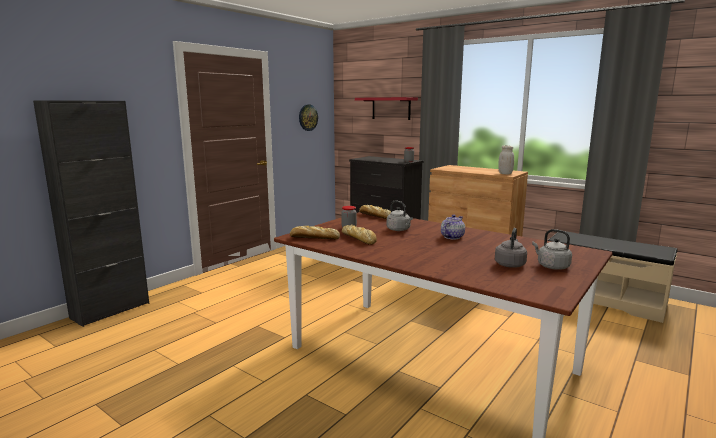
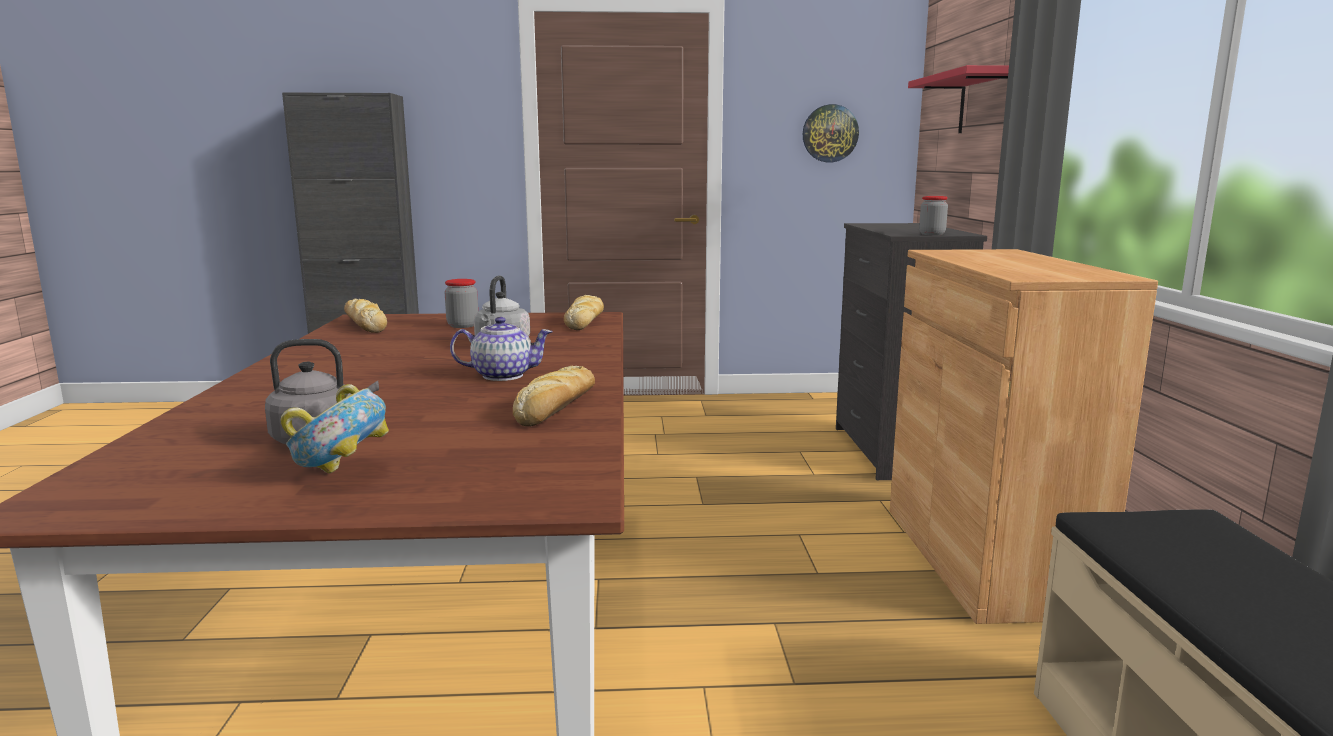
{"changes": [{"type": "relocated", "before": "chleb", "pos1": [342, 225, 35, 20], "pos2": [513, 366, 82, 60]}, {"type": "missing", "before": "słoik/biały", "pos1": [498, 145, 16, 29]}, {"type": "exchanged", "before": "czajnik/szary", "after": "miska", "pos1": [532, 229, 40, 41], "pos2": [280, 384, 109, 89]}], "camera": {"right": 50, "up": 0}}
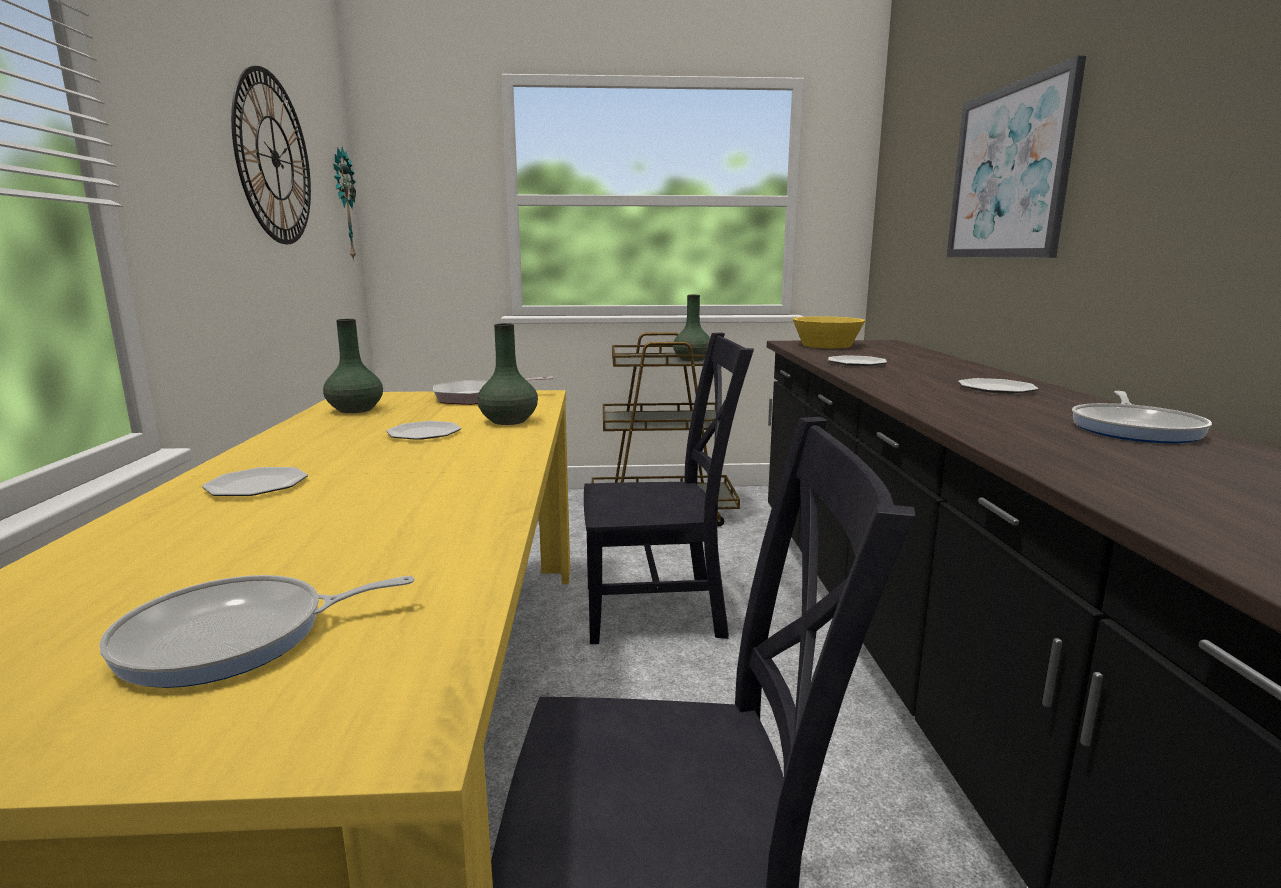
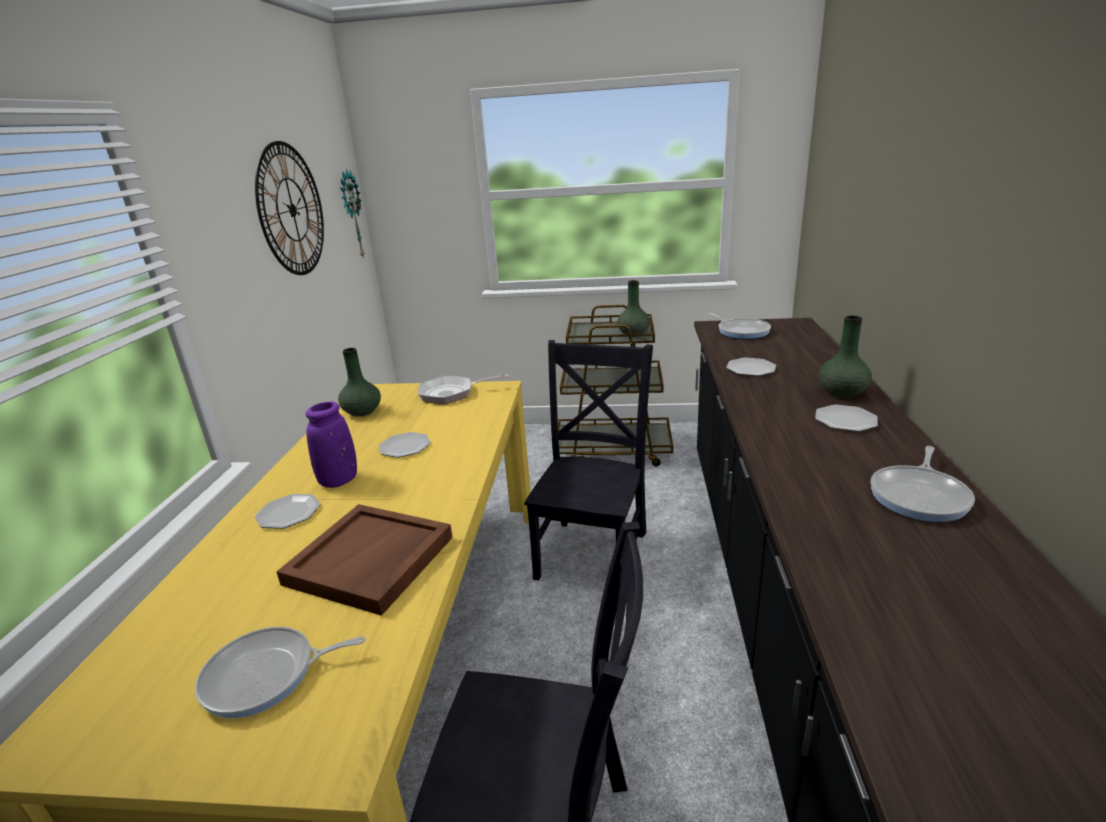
{"changes": [{"type": "relocated", "before": "wazon/zielony", "pos1": [477, 323, 61, 102], "pos2": [818, 315, 54, 83]}, {"type": "spun", "before": "krzesło/czarny", "pos1": [584, 332, 170, 312], "pos2": [524, 340, 129, 240], "turn": -75}, {"type": "exchanged", "before": "miska/żółty", "after": "patelnia", "pos1": [793, 316, 73, 33], "pos2": [707, 313, 64, 26]}, {"type": "missing", "before": "obraz", "pos1": [947, 55, 139, 203]}, {"type": "appeared", "after": "taca/brązowy", "pos2": [276, 504, 177, 112]}, {"type": "appeared", "after": "wazon/fioletowy", "pos2": [305, 402, 52, 86]}], "camera": {"right": 10, "up": 10}}
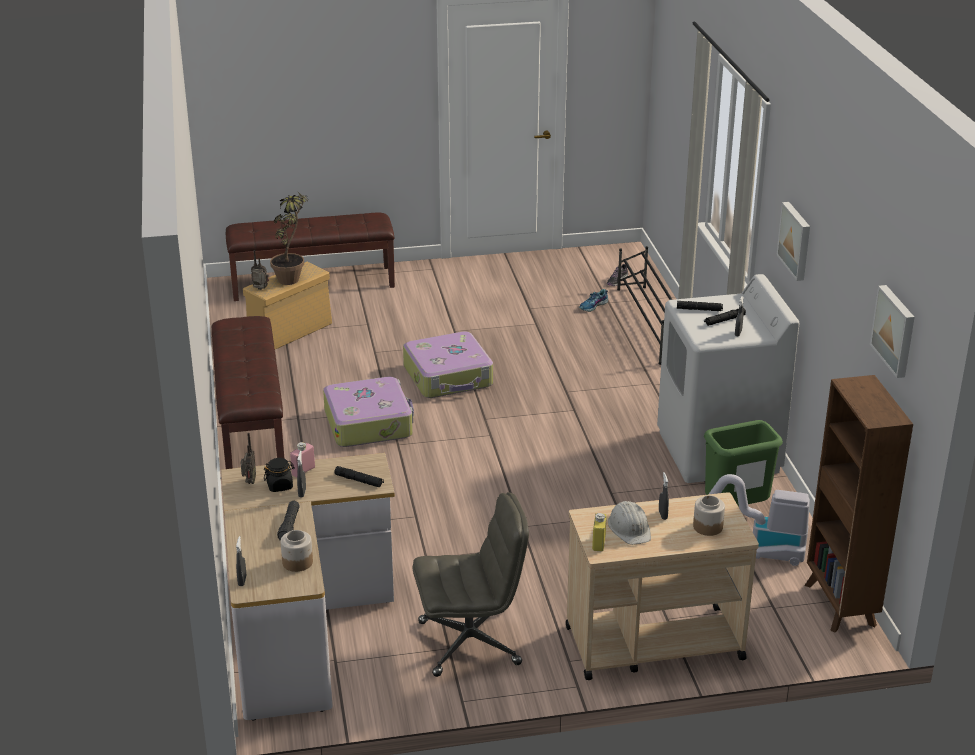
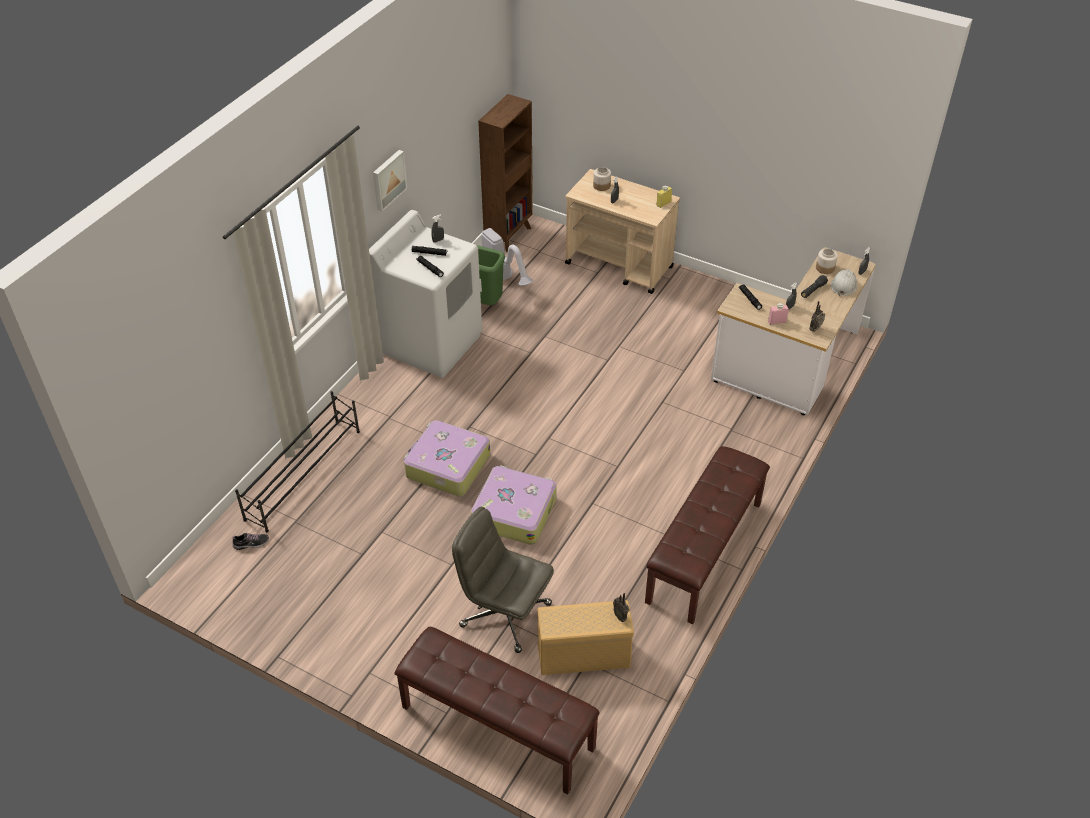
{"changes": [{"type": "missing", "before": "słoik/czarny", "pos1": [264, 458, 31, 34]}, {"type": "missing", "before": "roślina doniczkowa", "pos1": [270, 191, 38, 94]}, {"type": "relocated", "before": "walizka", "pos1": [323, 377, 91, 70], "pos2": [404, 420, 86, 76]}, {"type": "relocated", "before": "krzesło biurowe/szary", "pos1": [412, 492, 117, 185], "pos2": [452, 507, 102, 146]}, {"type": "missing", "before": "but", "pos1": [579, 289, 29, 23]}, {"type": "relocated", "before": "kask/biały", "pos1": [608, 501, 43, 44], "pos2": [831, 269, 26, 27]}, {"type": "missing", "before": "obraz", "pos1": [870, 285, 45, 93]}], "camera": {"right": -140, "up": 15}}
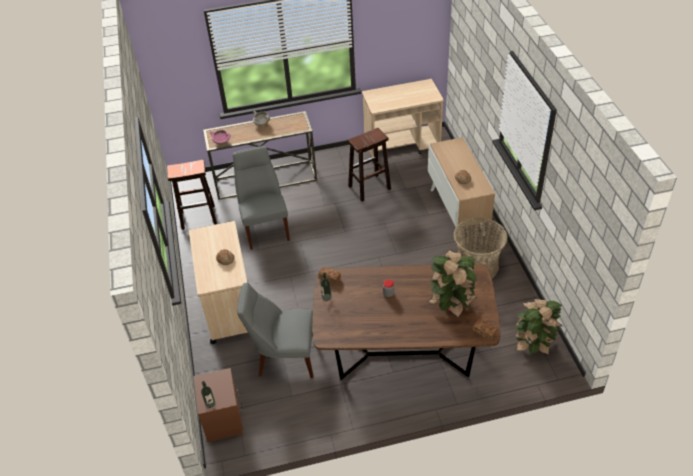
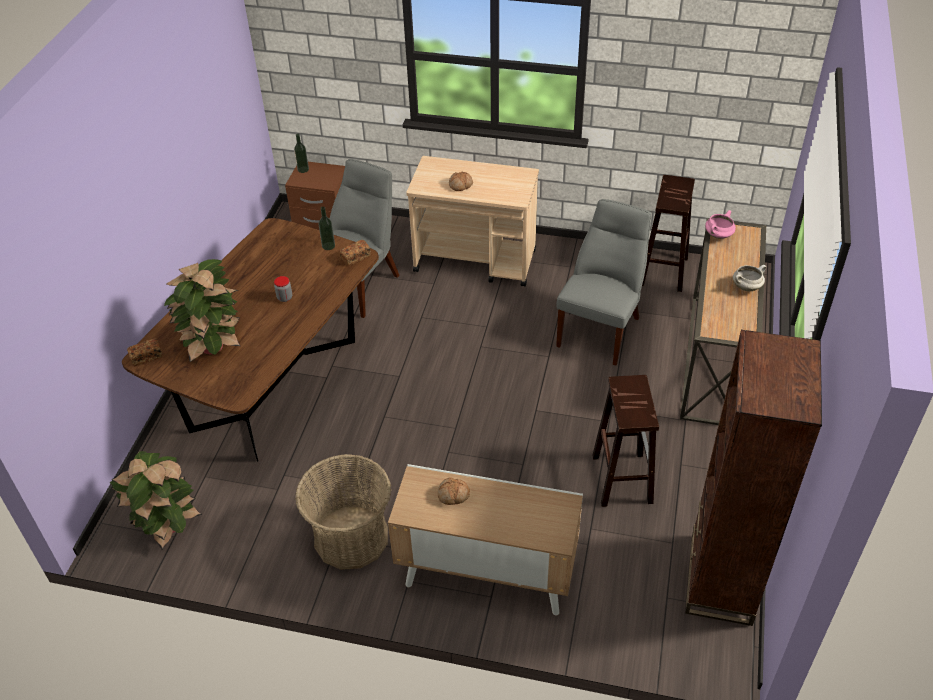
{"changes": [{"type": "spun", "before": "krzesło/szary", "pos1": [233, 146, 57, 104], "pos2": [556, 199, 95, 167], "turn": -75}, {"type": "exchanged", "before": "wózek/beżowy", "after": "regał/brązowy", "pos1": [362, 79, 82, 84], "pos2": [685, 330, 137, 296]}], "camera": {"right": 115, "up": 0}}
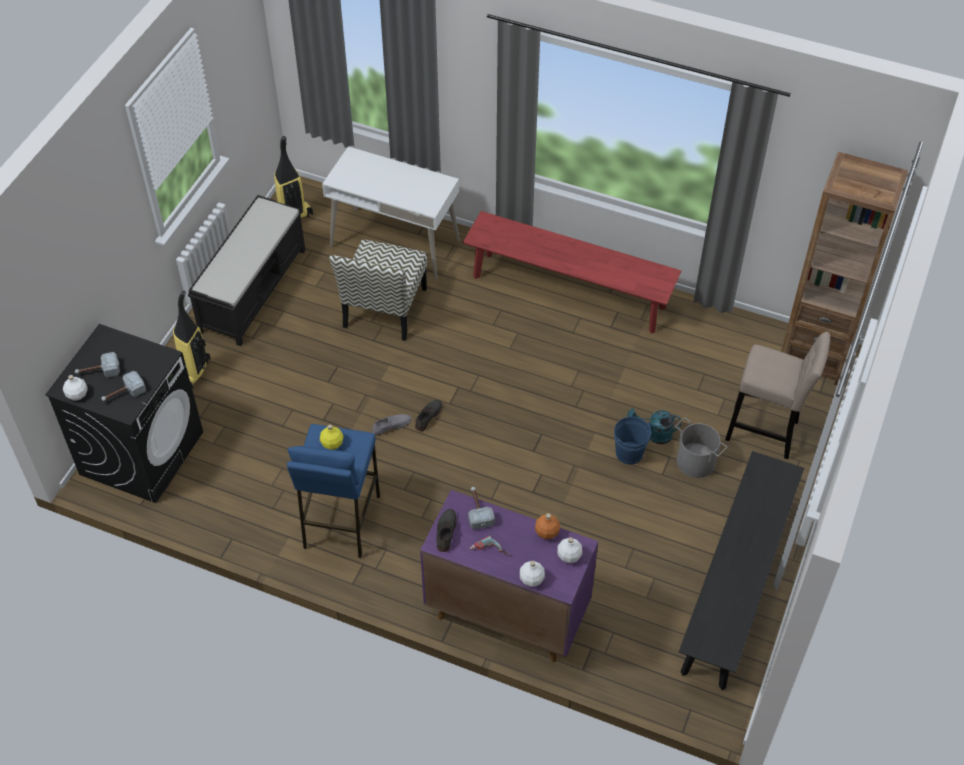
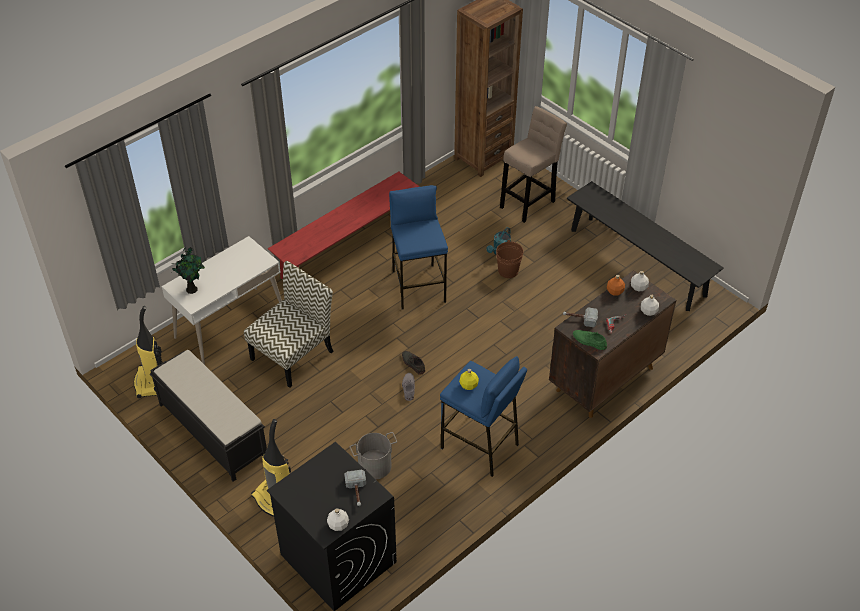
{"changes": [{"type": "missing", "before": "młotek", "pos1": [75, 352, 45, 25]}, {"type": "spun", "before": "krzesło", "pos1": [329, 239, 99, 102], "pos2": [244, 261, 90, 127], "turn": -90}, {"type": "colour", "before": "szafka/fioletowy", "after": "szafka/brązowy", "pos1": [420, 490, 178, 172], "pos2": [549, 270, 127, 148]}, {"type": "colour", "before": "but/szary", "after": "but/zielony", "pos1": [436, 509, 21, 43], "pos2": [573, 330, 34, 20]}, {"type": "colour", "before": "wiadro/niebieski", "after": "wiadro/brązowy", "pos1": [614, 417, 38, 47], "pos2": [496, 240, 28, 38]}, {"type": "relocated", "before": "wiadro/szary", "pos1": [675, 417, 52, 61], "pos2": [350, 432, 47, 48]}, {"type": "appeared", "after": "roślina doniczkowa", "pos2": [172, 247, 33, 47]}, {"type": "appeared", "after": "stołek/niebieski", "pos2": [389, 185, 59, 125]}], "camera": {"right": -65, "up": -5}}
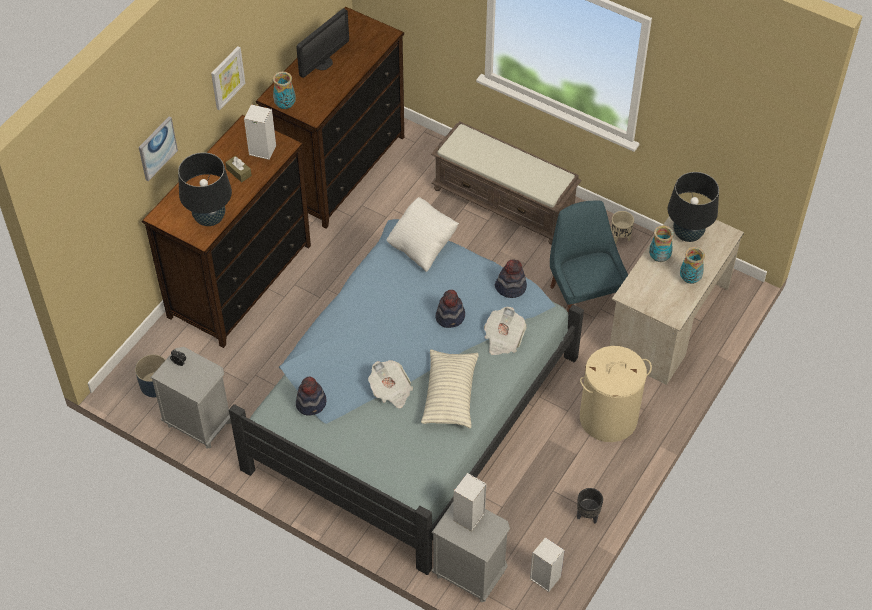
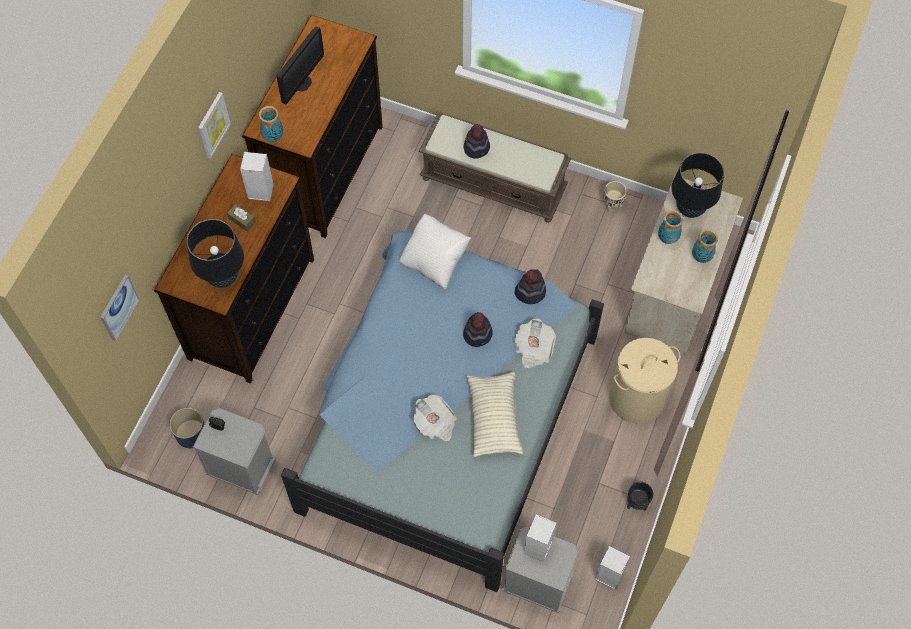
{"changes": [{"type": "relocated", "before": "obraz", "pos1": [139, 117, 39, 64], "pos2": [100, 275, 39, 66]}, {"type": "relocated", "before": "kapelusz", "pos1": [296, 377, 31, 39], "pos2": [464, 124, 26, 35]}, {"type": "missing", "before": "krzesło/niebieski", "pos1": [550, 201, 78, 113]}], "camera": {"right": -10, "up": 10}}
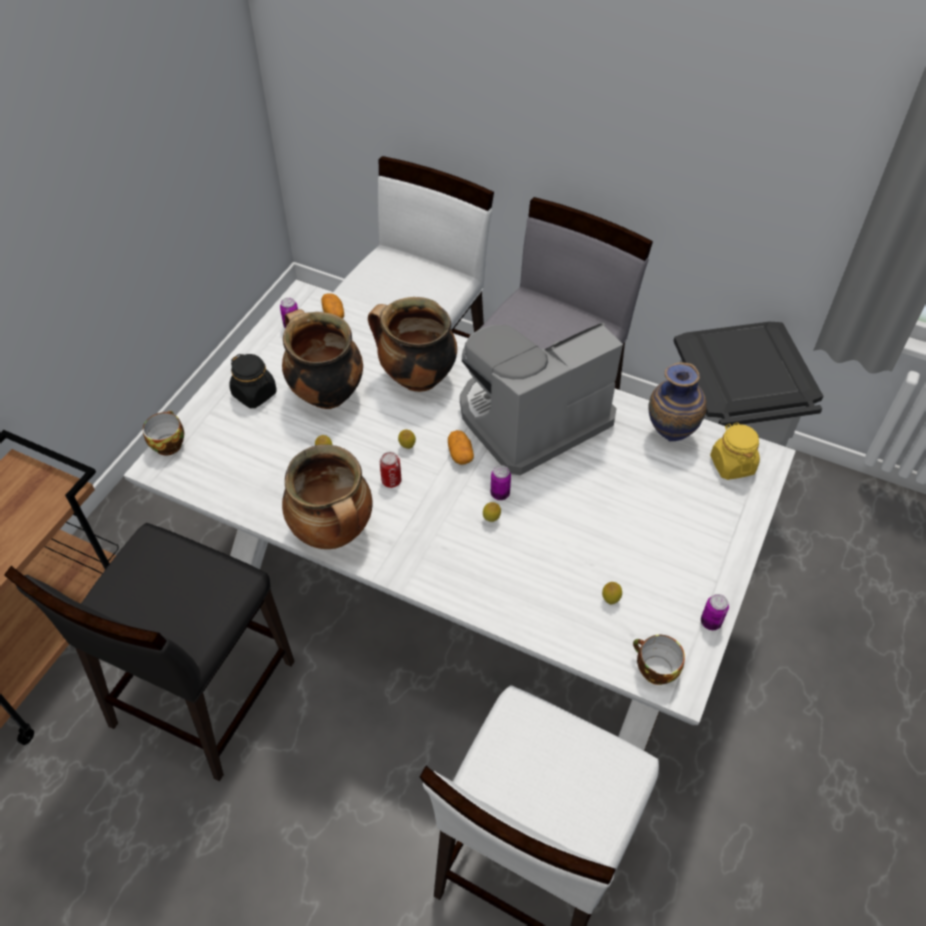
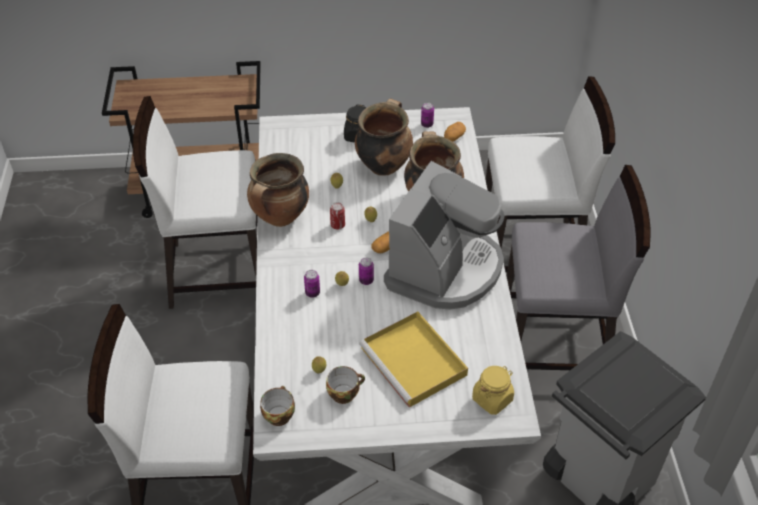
{"changes": [{"type": "colour", "before": "krzesło/czarny", "after": "krzesło/biały", "pos1": [4, 523, 291, 258], "pos2": [133, 96, 124, 213]}, {"type": "relocated", "before": "filiżanka", "pos1": [143, 411, 41, 44], "pos2": [326, 366, 39, 38]}, {"type": "spun", "before": "ekspres do kawy", "pos1": [460, 322, 163, 153], "pos2": [384, 161, 121, 149], "turn": 90}, {"type": "missing", "before": "wazon", "pos1": [648, 362, 59, 80]}, {"type": "relocated", "before": "puszka", "pos1": [701, 594, 28, 36], "pos2": [304, 270, 16, 28]}, {"type": "appeared", "after": "taca/żółty", "pos2": [359, 311, 109, 97]}], "camera": {"right": 60, "up": -5}}
